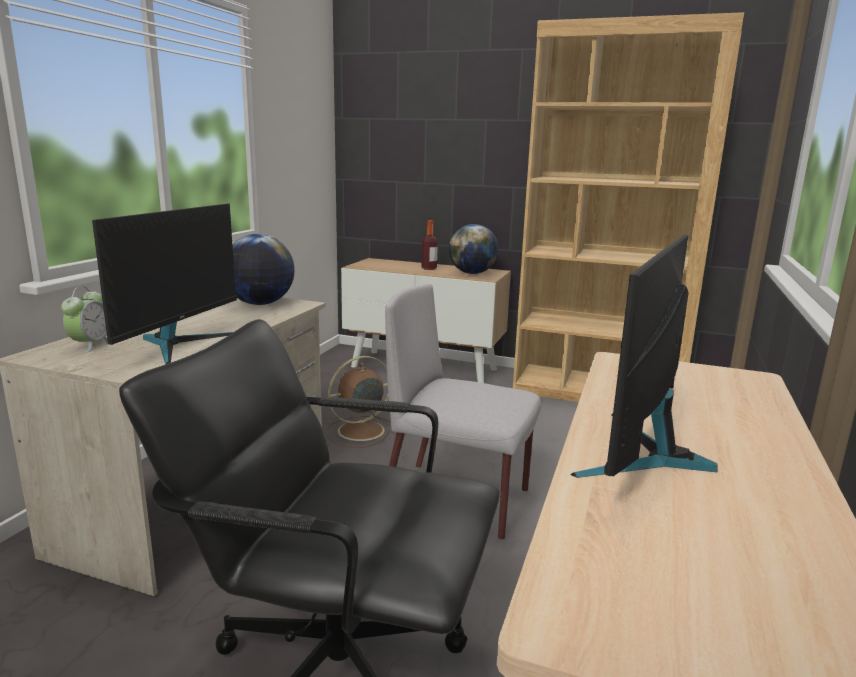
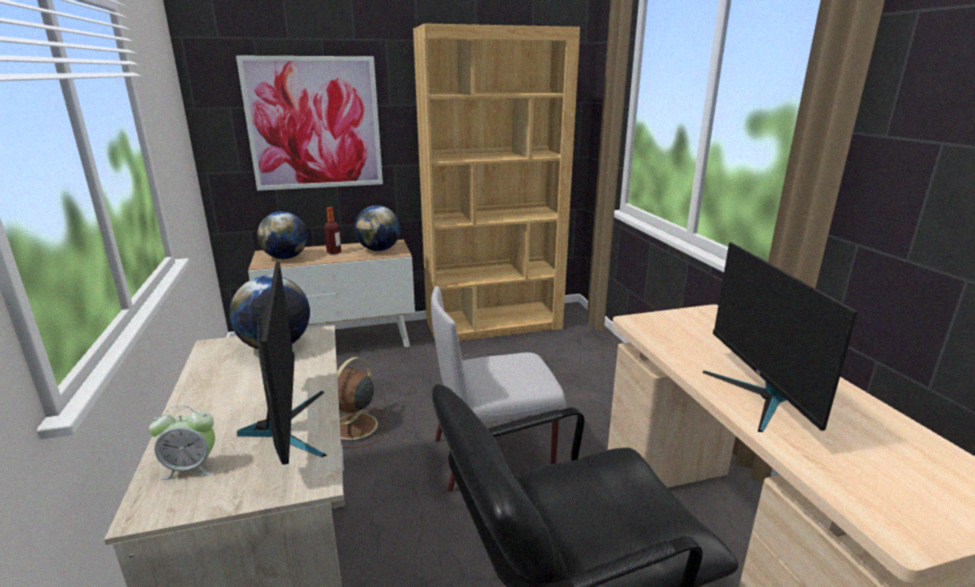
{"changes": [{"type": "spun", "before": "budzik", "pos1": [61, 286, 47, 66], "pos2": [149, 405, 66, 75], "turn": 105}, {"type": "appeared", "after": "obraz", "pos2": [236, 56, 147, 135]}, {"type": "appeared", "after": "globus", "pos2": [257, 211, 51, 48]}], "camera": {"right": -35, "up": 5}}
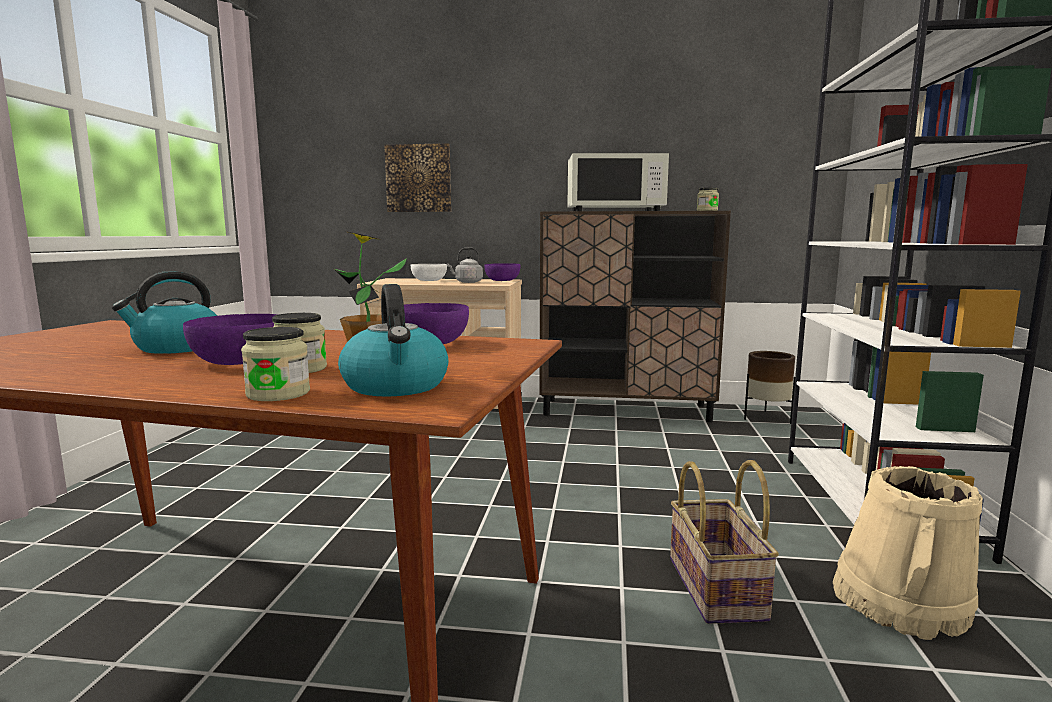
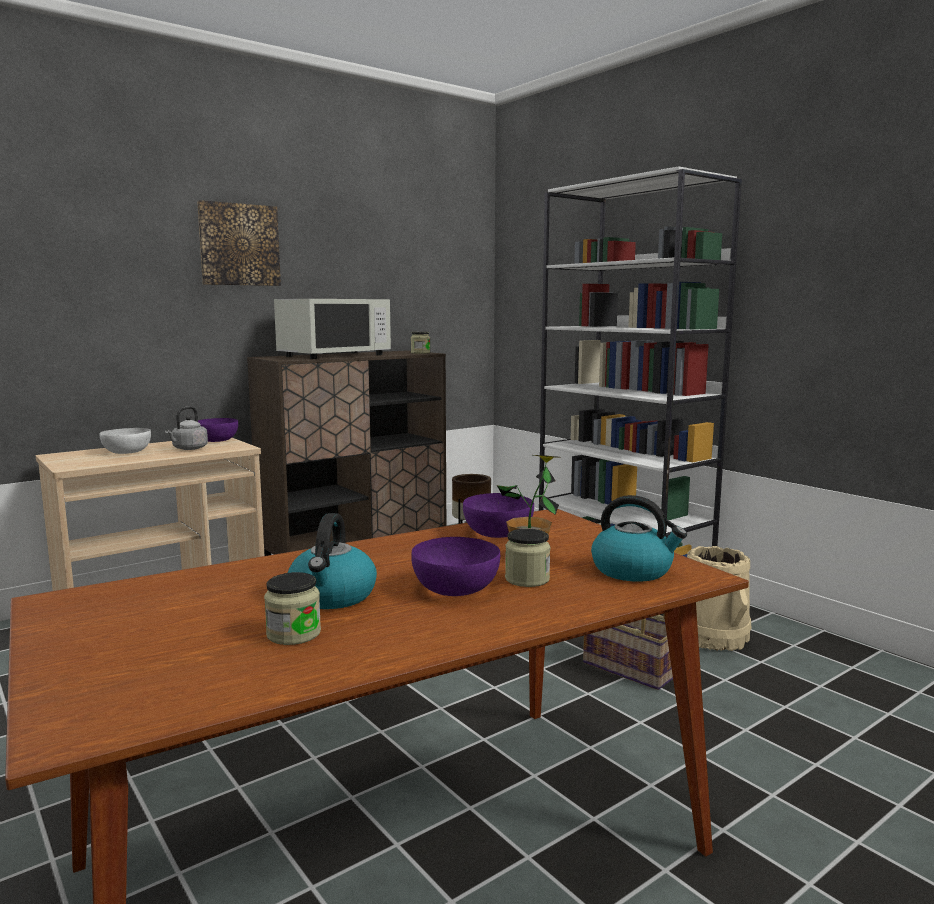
{"changes": [{"type": "relocated", "before": "słoik", "pos1": [241, 327, 69, 74], "pos2": [264, 572, 57, 73]}, {"type": "relocated", "before": "obraz", "pos1": [384, 143, 67, 69], "pos2": [197, 200, 84, 86]}], "camera": {"right": -45, "up": 0}}
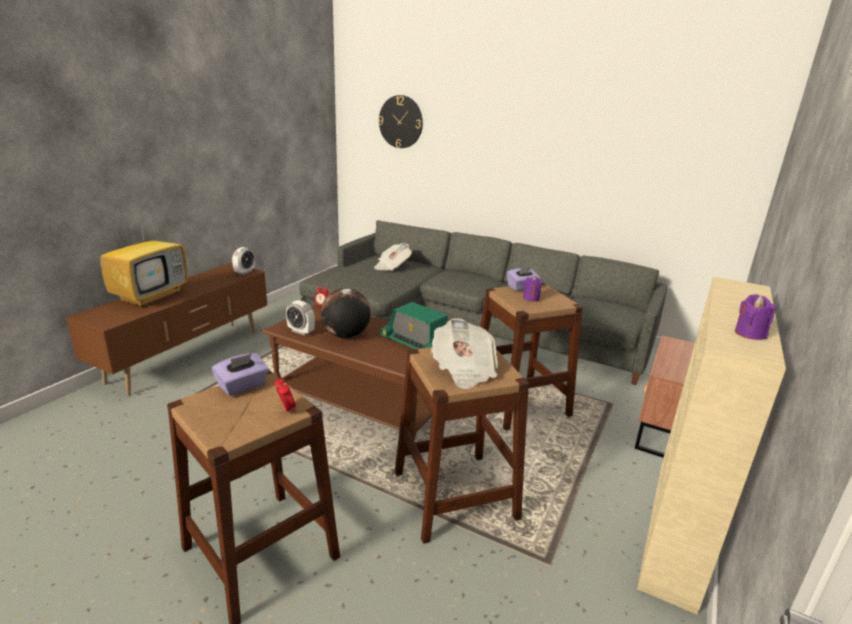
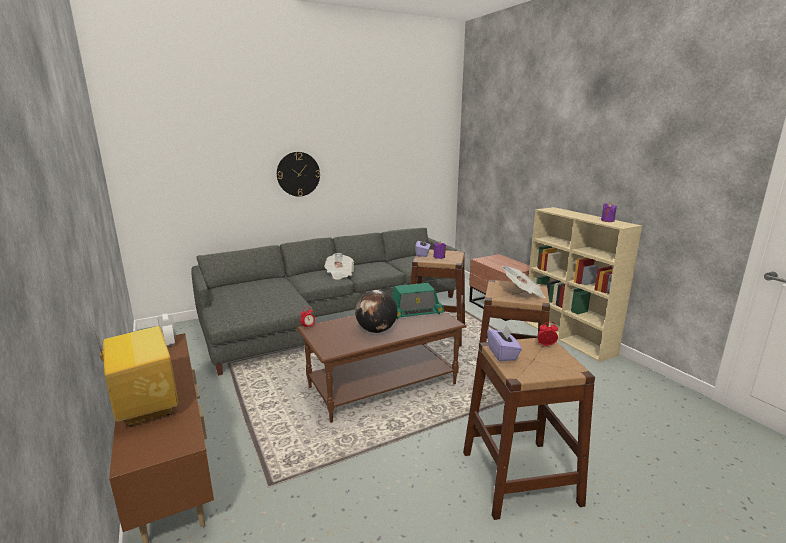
{"changes": [{"type": "missing", "before": "budzik", "pos1": [286, 300, 29, 36]}, {"type": "relocated", "before": "gazeta", "pos1": [374, 243, 38, 28], "pos2": [324, 253, 30, 27]}, {"type": "relocated", "before": "zegar ścienny", "pos1": [378, 95, 45, 53], "pos2": [277, 152, 43, 44]}], "camera": {"right": -55, "up": -5}}
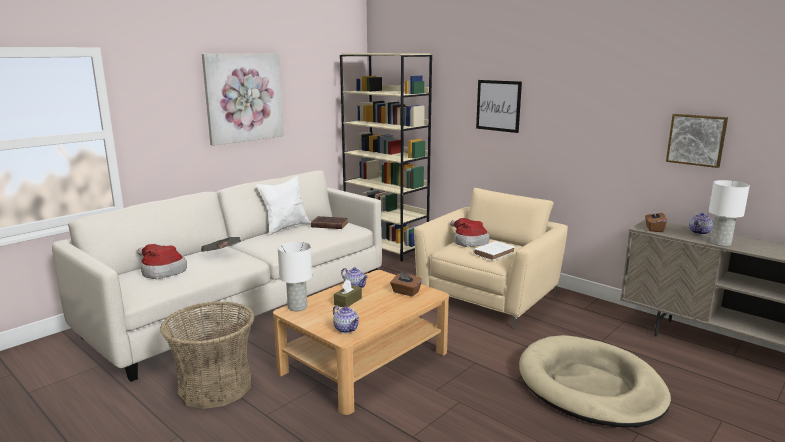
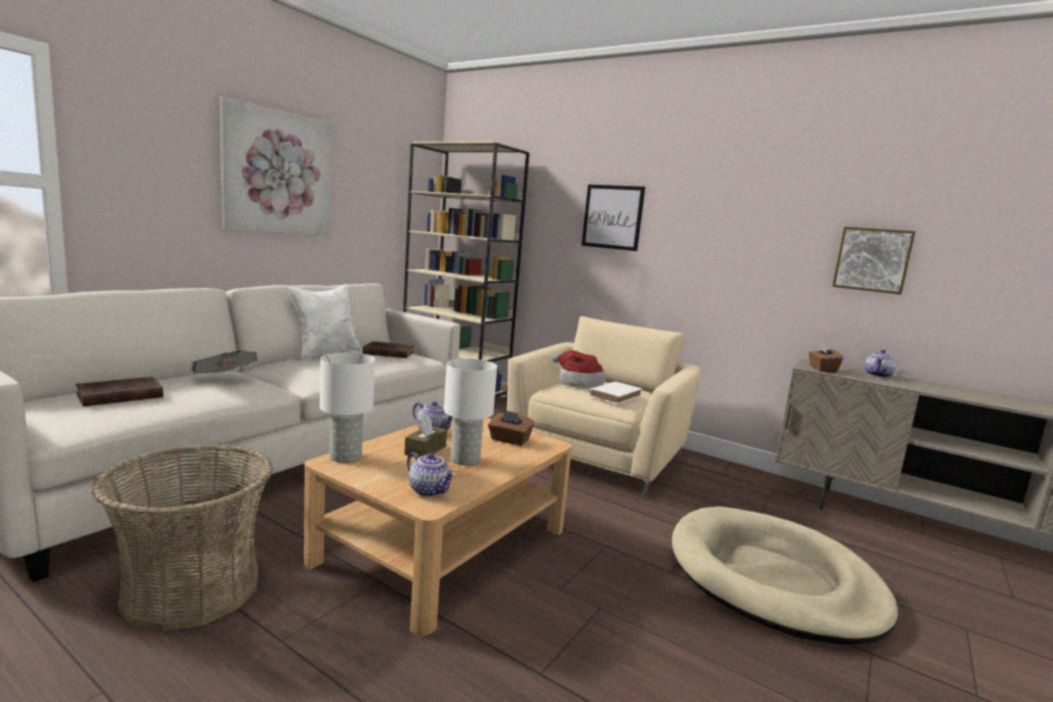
{"changes": [{"type": "exchanged", "before": "kapelusz", "after": "książka/brązowy", "pos1": [137, 244, 50, 35], "pos2": [76, 377, 87, 30]}, {"type": "relocated", "before": "lampa stołowa/biały", "pos1": [709, 180, 41, 66], "pos2": [444, 359, 53, 106]}], "camera": {"right": -10, "up": -5}}
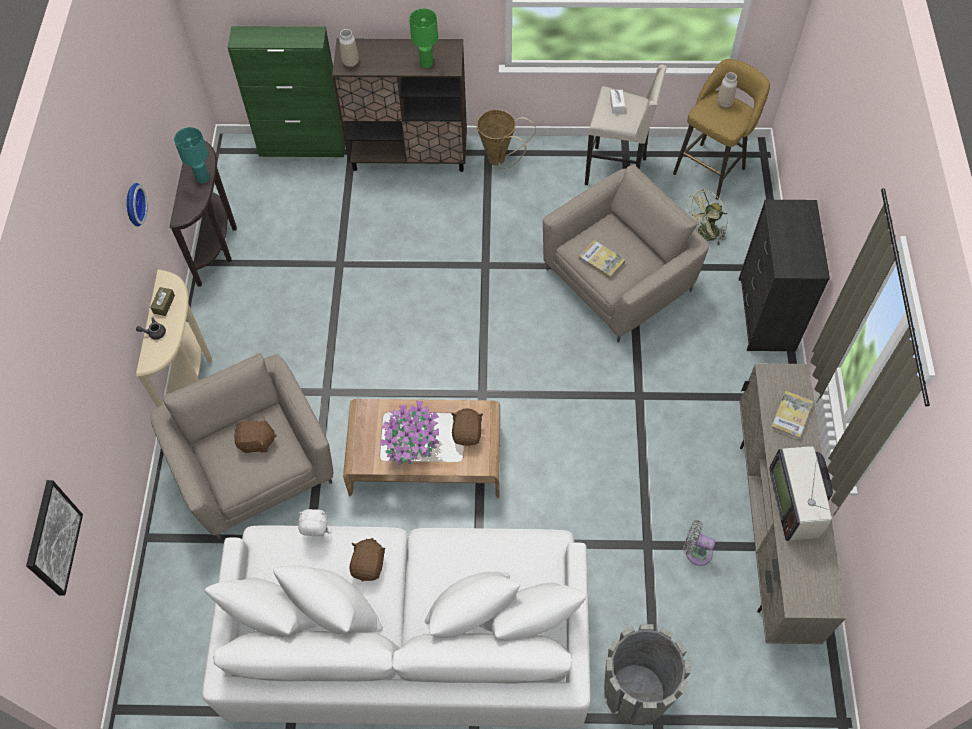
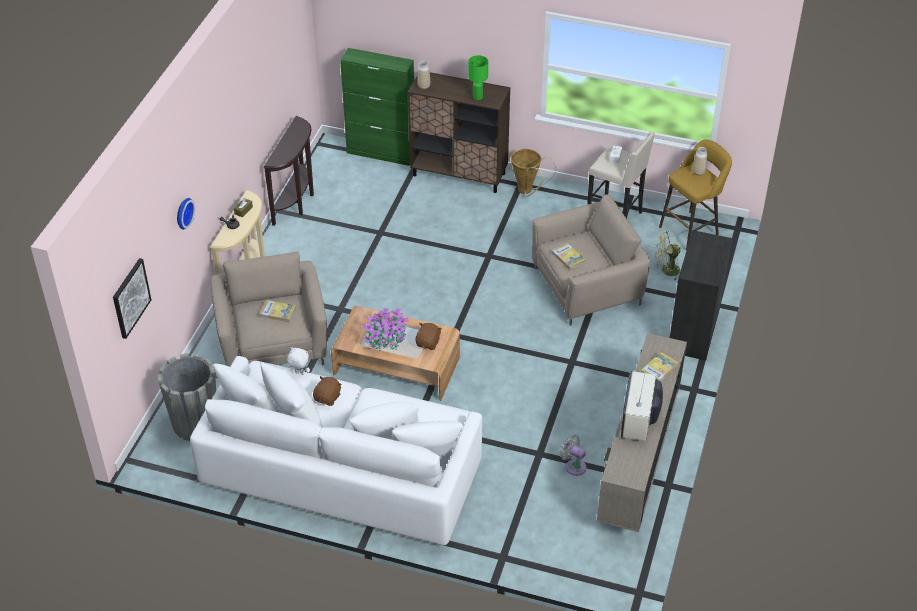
{"changes": [{"type": "relocated", "before": "zegar ścienny", "pos1": [127, 183, 21, 44], "pos2": [177, 198, 18, 32]}, {"type": "missing", "before": "lampa stołowa/turkusowy", "pos1": [174, 127, 36, 56]}, {"type": "exchanged", "before": "pluszak/brązowy", "after": "książka", "pos1": [234, 417, 43, 36], "pos2": [260, 300, 36, 22]}, {"type": "relocated", "before": "donica/szary", "pos1": [604, 624, 87, 101], "pos2": [158, 353, 58, 88]}], "camera": {"right": 15, "up": -15}}
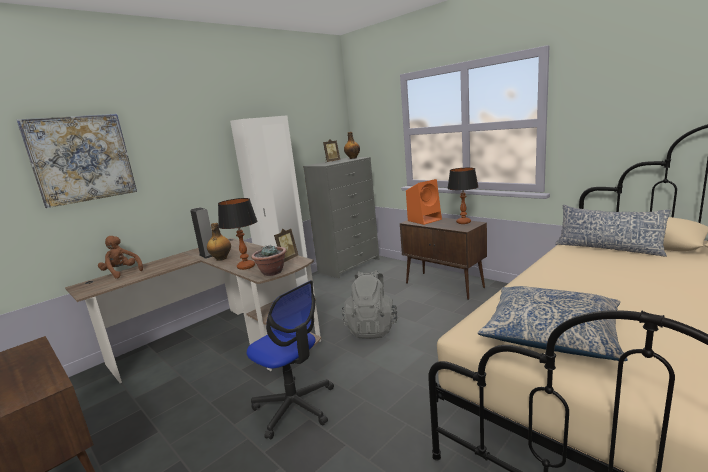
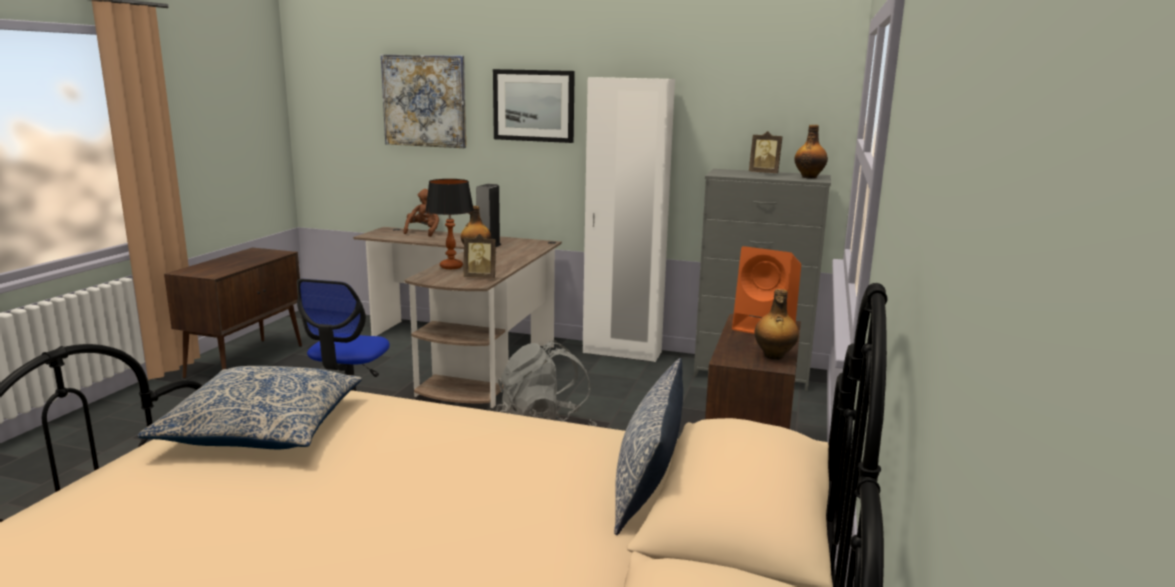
{"changes": [{"type": "missing", "before": "roślina doniczkowa", "pos1": [251, 246, 35, 30]}, {"type": "exchanged", "before": "lampa stołowa", "after": "butelka", "pos1": [447, 168, 31, 56], "pos2": [754, 289, 45, 71]}, {"type": "appeared", "after": "obraz", "pos2": [493, 69, 82, 74]}], "camera": {"right": 60, "up": 0}}
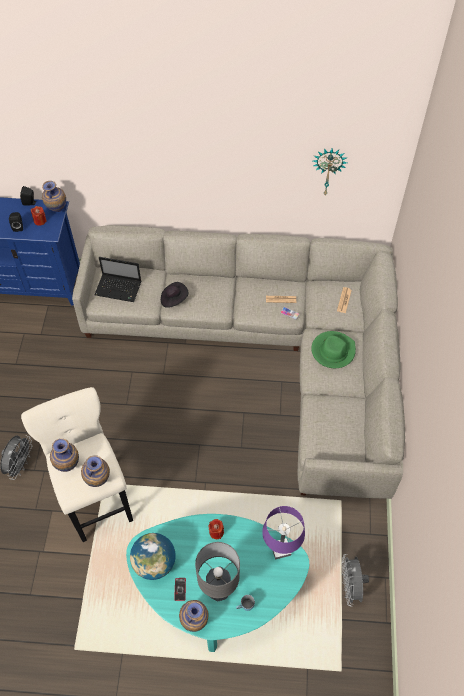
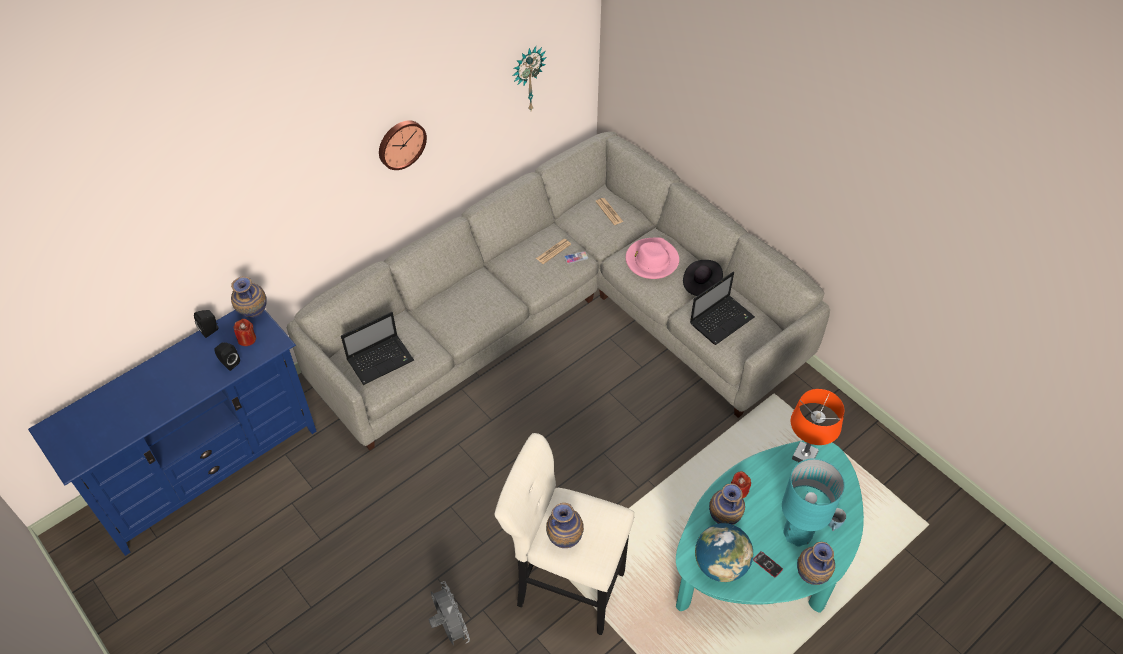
{"changes": [{"type": "relocated", "before": "wazon", "pos1": [81, 455, 29, 32], "pos2": [709, 484, 36, 41]}, {"type": "relocated", "before": "kapelusz/czarny", "pos1": [161, 282, 27, 26], "pos2": [683, 260, 40, 36]}, {"type": "colour", "before": "lampa stołowa/szary", "after": "lampa stołowa/turkusowy", "pos1": [195, 542, 45, 59], "pos2": [782, 458, 63, 89]}, {"type": "colour", "before": "lampa stołowa/fioletowy", "after": "lampa stołowa/pomarańczowy", "pos1": [262, 506, 43, 54], "pos2": [791, 389, 53, 73]}, {"type": "colour", "before": "kapelusz/zielony", "after": "kapelusz/różowy", "pos1": [311, 331, 45, 37], "pos2": [626, 237, 53, 42]}, {"type": "missing", "before": "wentylator/szary", "pos1": [341, 554, 28, 52]}, {"type": "appeared", "after": "zegar ścienny", "pos2": [379, 120, 48, 50]}, {"type": "appeared", "after": "laptop", "pos2": [690, 272, 65, 73]}], "camera": {"right": -45, "up": -5}}
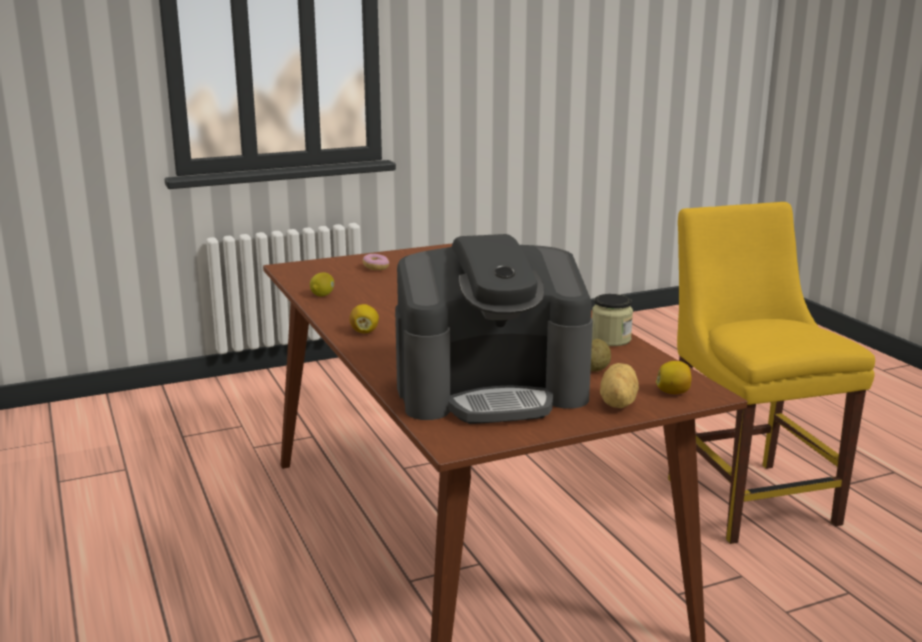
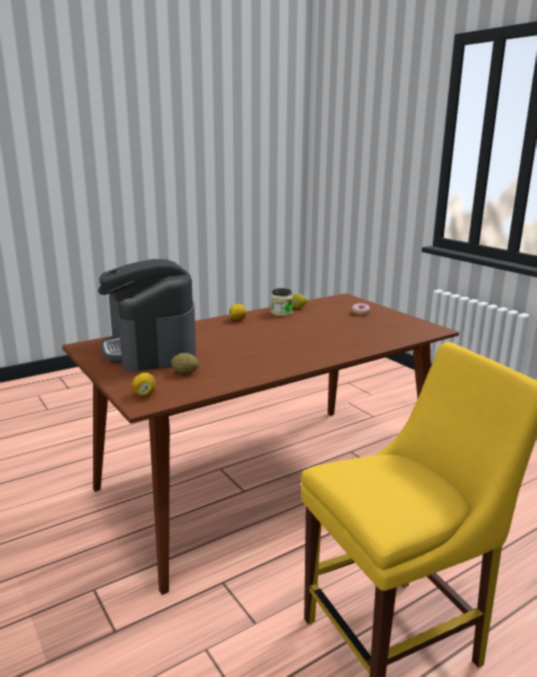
{"changes": [{"type": "relocated", "before": "słoik", "pos1": [592, 294, 41, 52], "pos2": [271, 288, 22, 28]}, {"type": "missing", "before": "ziemniak", "pos1": [600, 363, 39, 45]}], "camera": {"right": 80, "up": 0}}
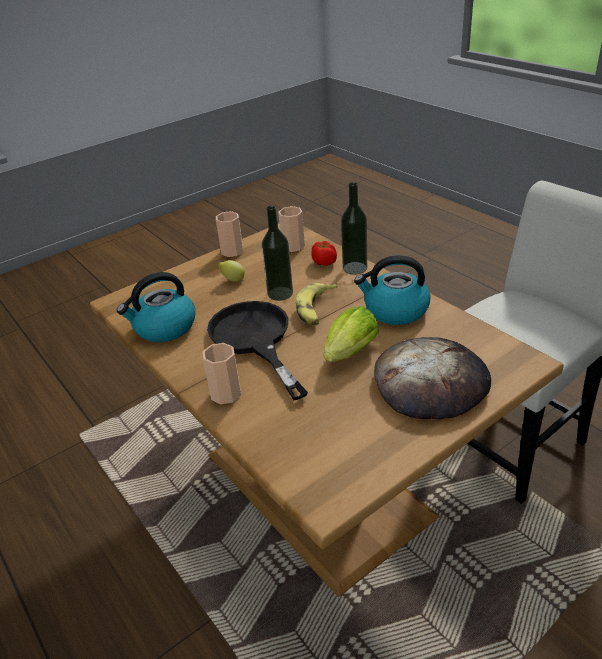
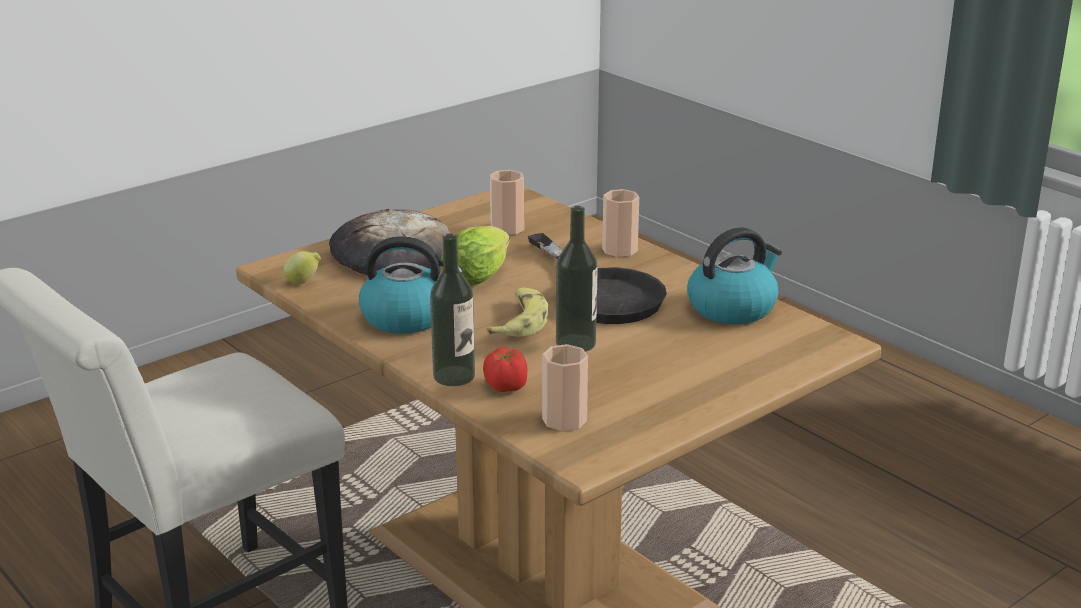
{"changes": [{"type": "relocated", "before": "filiżanka", "pos1": [216, 211, 27, 46], "pos2": [490, 170, 34, 65]}, {"type": "relocated", "before": "cytryna", "pos1": [218, 260, 27, 22], "pos2": [283, 251, 38, 33]}], "camera": {"right": 175, "up": -10}}
